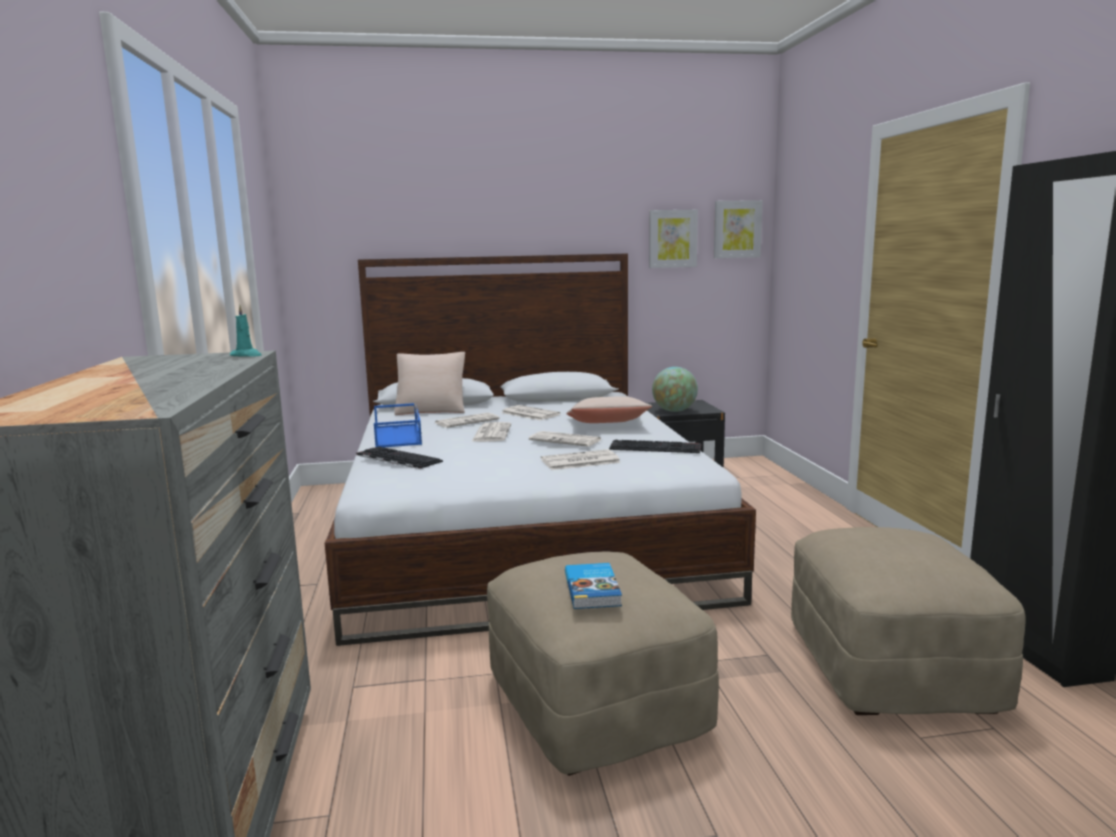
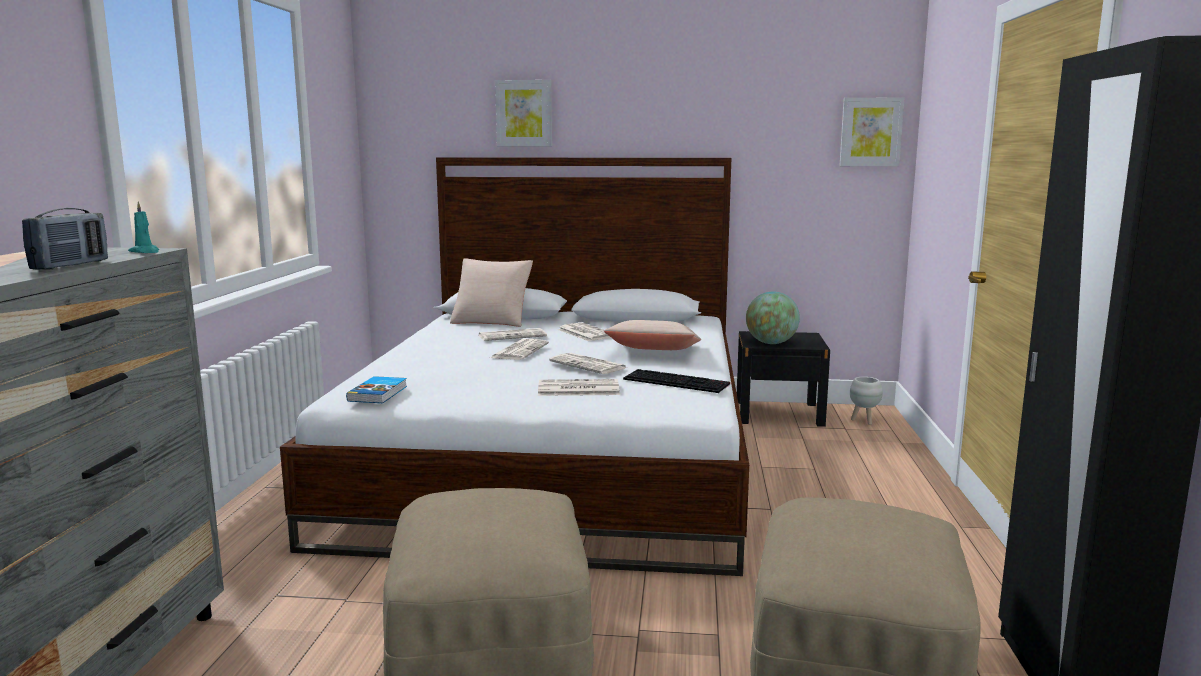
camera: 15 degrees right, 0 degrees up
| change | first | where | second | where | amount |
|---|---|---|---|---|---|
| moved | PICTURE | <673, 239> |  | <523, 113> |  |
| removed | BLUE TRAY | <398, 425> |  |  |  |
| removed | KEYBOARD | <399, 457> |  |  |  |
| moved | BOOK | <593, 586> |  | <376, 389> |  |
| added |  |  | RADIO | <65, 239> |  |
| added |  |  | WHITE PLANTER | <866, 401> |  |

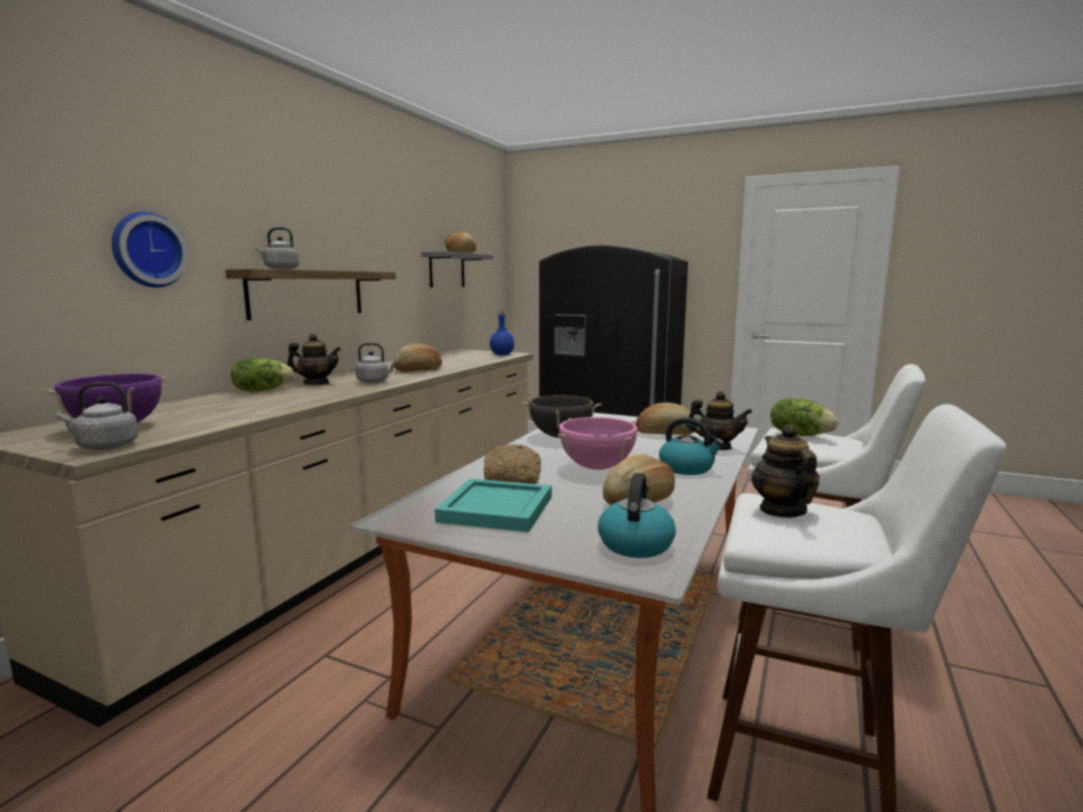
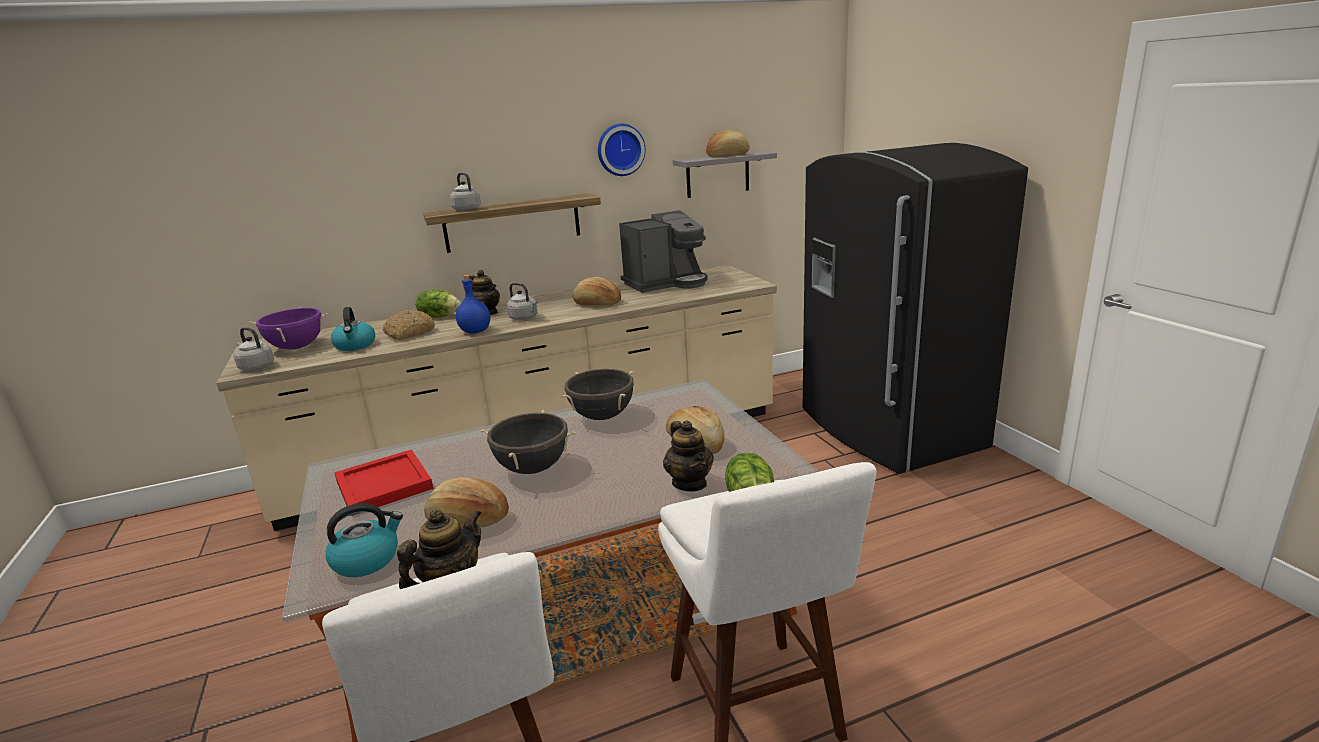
camera: 45 degrees right, 10 degrees up
| change | first | where | second | where | amount |
|---|---|---|---|---|---|
| moved | WALL CLOCK | <150, 249> |  | <622, 150> |  |
| moved | BLUE BOTTLE | <502, 333> |  | <473, 304> |  |
| recoloured | PINK COOKING POT | <598, 443> | BLACK COOKING POT | <528, 442> |  |
| moved | KETTLE | <691, 446> |  | <353, 329> |  |
| moved | BREAD | <512, 464> |  | <409, 325> |  |
| recoloured | TURQUOISE TRAY | <493, 505> | RED TRAY | <383, 482> |  |
| added |  |  | COFFEE MACHINE | <663, 251> |  |

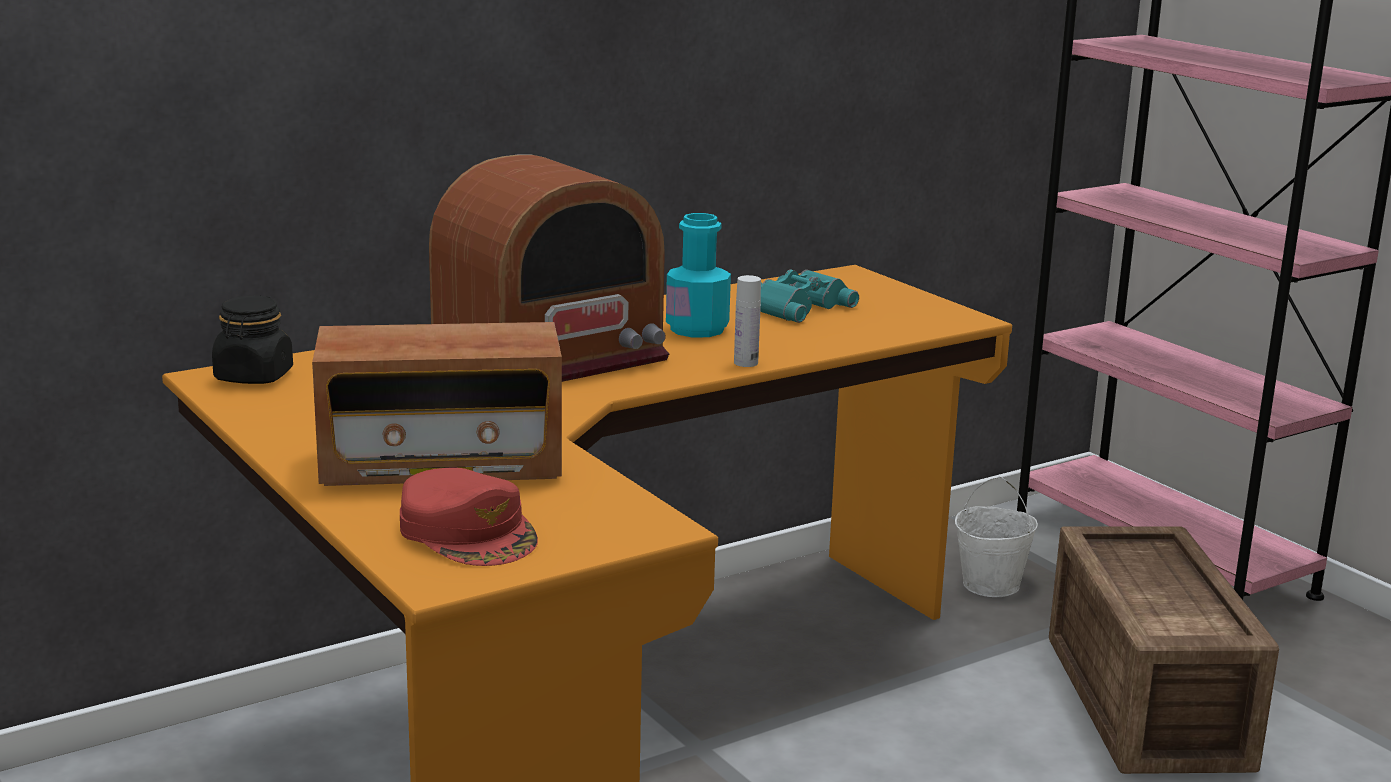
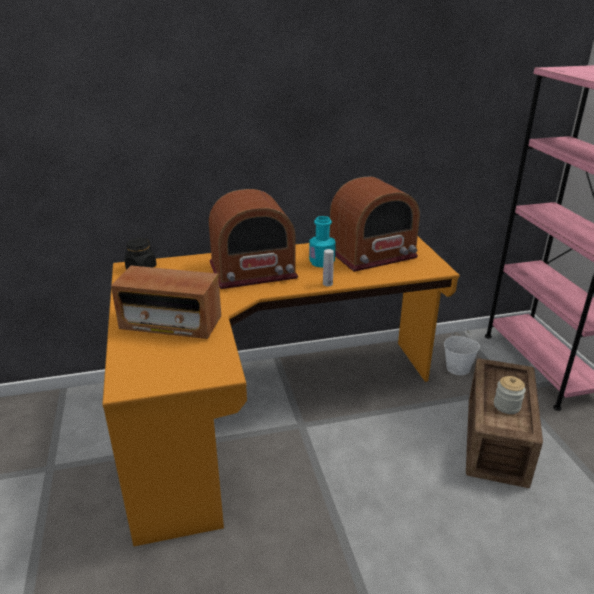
camera: 20 degrees right, 10 degrees up
| change | first | where | second | where | amount |
|---|---|---|---|---|---|
| replaced | TURQUOISE BINOCULARS | <809, 296> | RADIO | <374, 224> |  |
| removed | RED CAP | <469, 516> |  |  |  |
| added |  |  | JAR | <510, 395> |  |

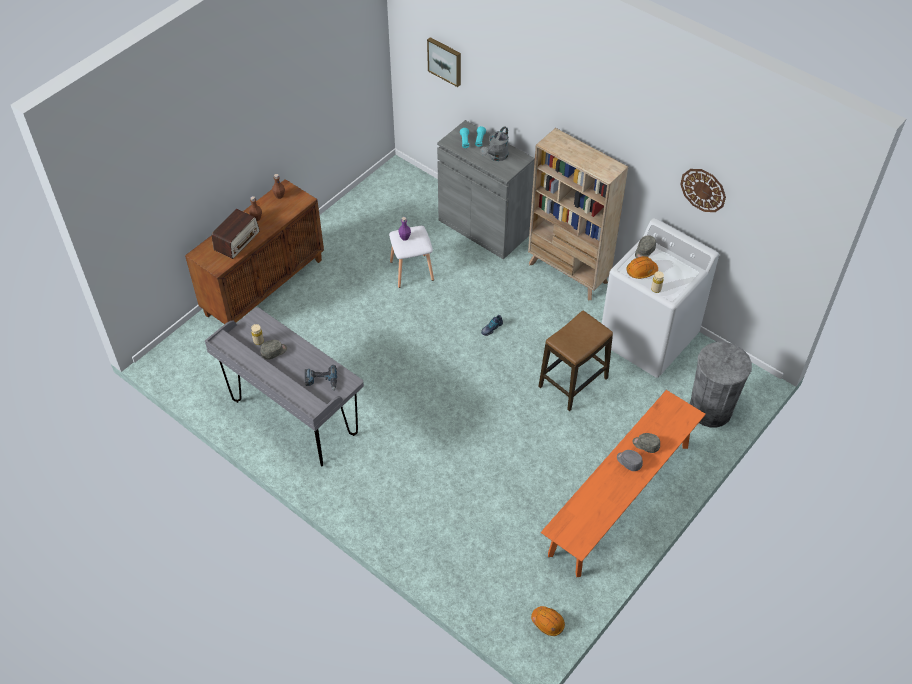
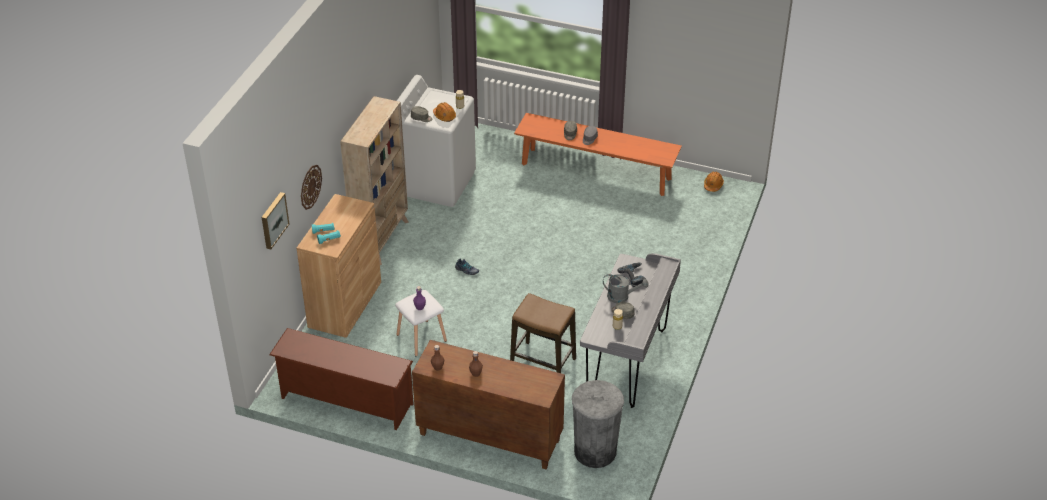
camera: 110 degrees left, 10 degrees down
| change | first | where | second | where | amount |
|---|---|---|---|---|---|
| recoloured | GREY CABINET | <486, 190> | BROWN CABINET | <338, 266> |  |
| moved | GREY WATERING CAN | <494, 143> |  | <625, 288> |  |
| moved | WALL CLOCK | <703, 190> |  | <311, 187> |  |
| removed | RADIO | <236, 234> |  |  |  |
| moved | STOOL | <575, 361> |  | <543, 333> |  |
| moved | GREY TRASH CAN | <721, 384> |  | <598, 424> |  |
| added |  |  | BROWN SHOE RACK | <341, 379> |  |

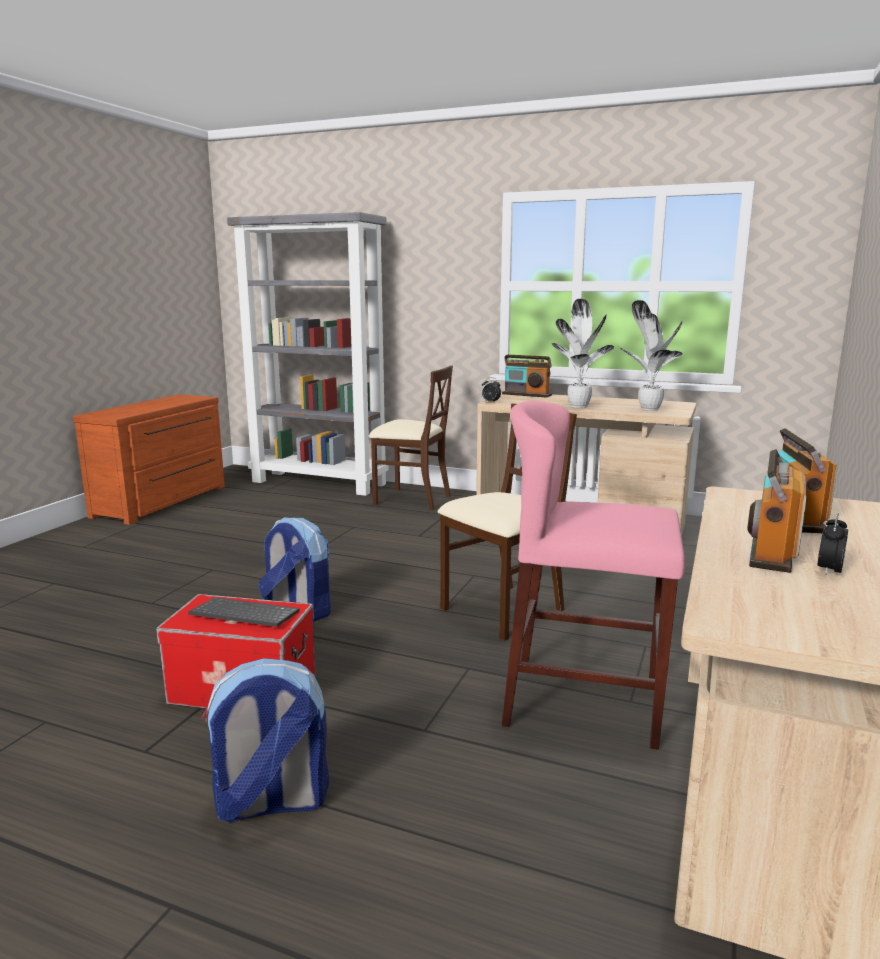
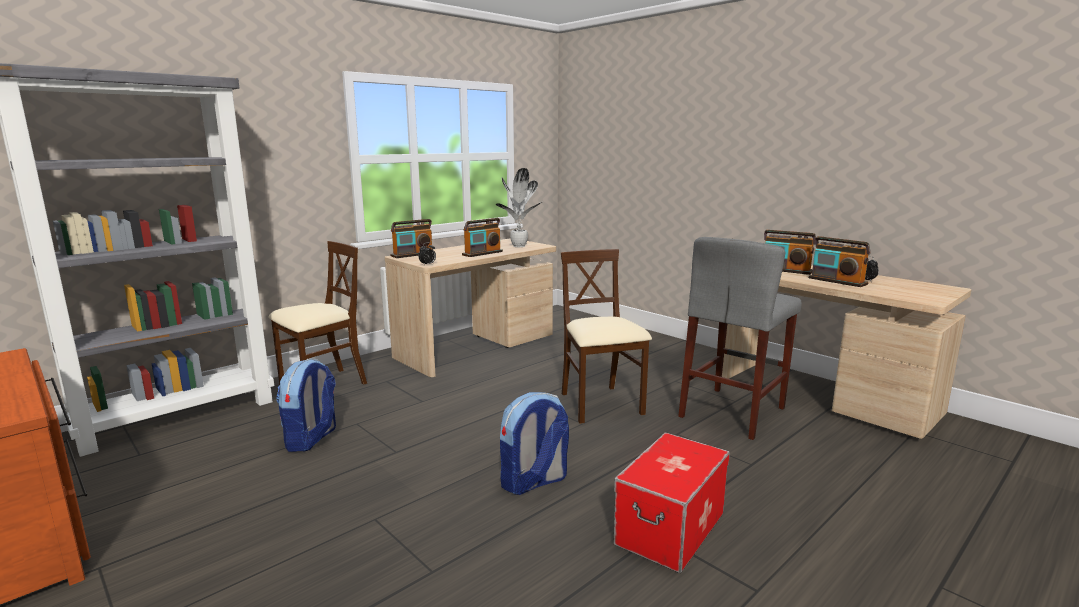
camera: 65 degrees left, 0 degrees up
| change | first | where | second | where | amount |
|---|---|---|---|---|---|
| replaced | POTTED PLANT | <583, 353> | RADIO | <482, 237> |  |
| recoloured | PINK STOOL | <593, 575> | GREY STOOL | <740, 338> |  |
| removed | KEYBOARD | <244, 612> |  |  |  |
| moved | BACKPACK | <265, 740> |  | <306, 405> |  |

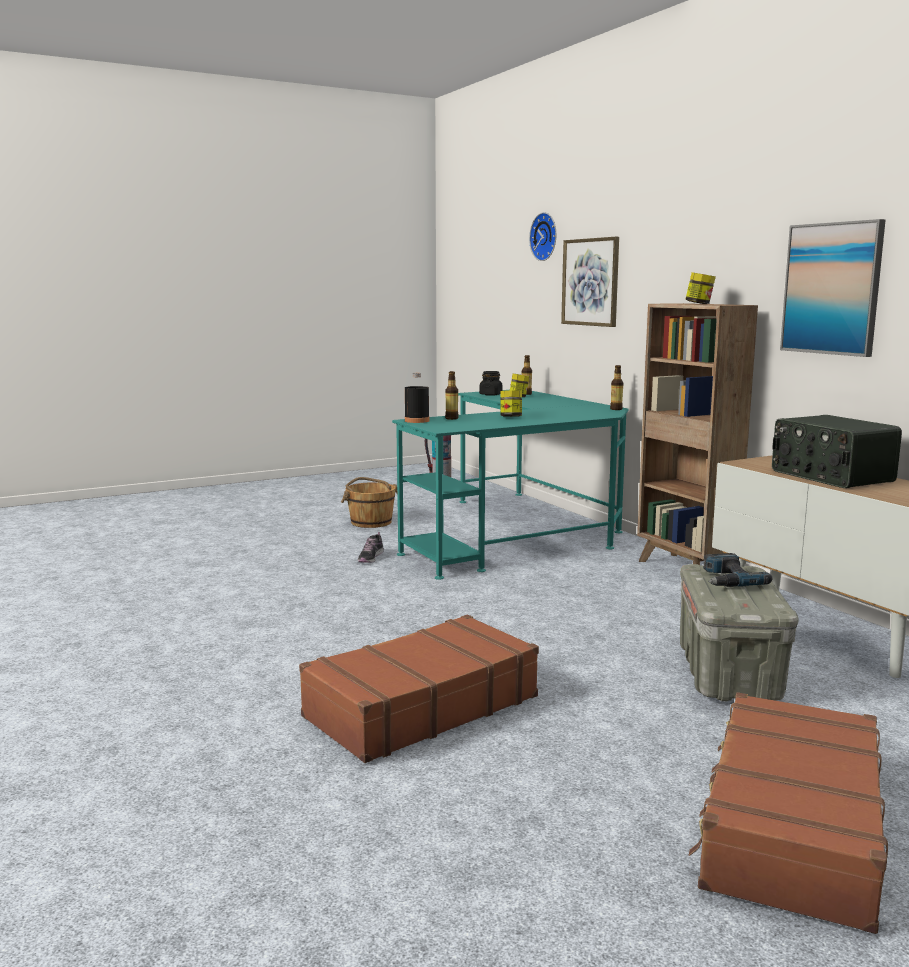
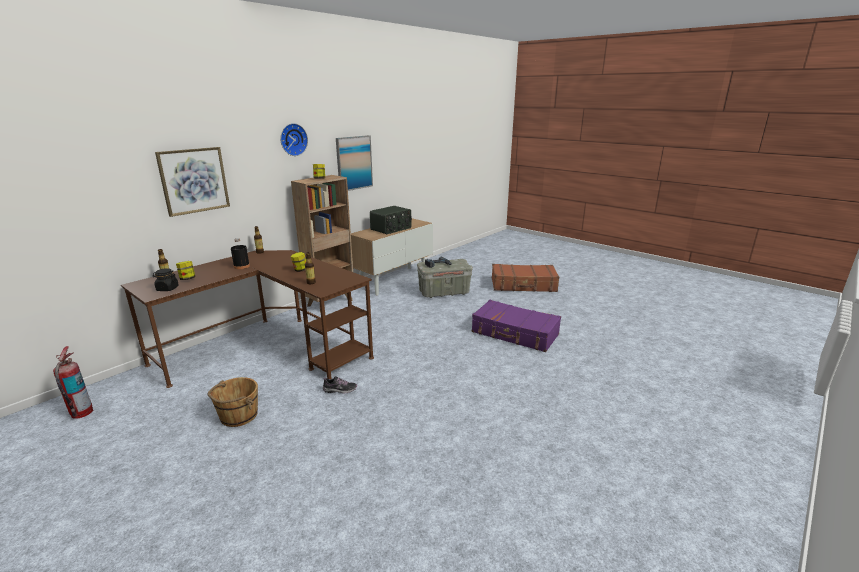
camera: 110 degrees left, 10 degrees up
| change | first | where | second | where | amount |
|---|---|---|---|---|---|
| moved | WALL CLOCK | <542, 236> |  | <294, 139> |  |
| moved | BLACK BOTTLE | <417, 398> |  | <240, 253> |  |
| recoloured | TURQUOISE DESK | <510, 485> | BROWN DESK | <247, 319> |  |
| recoloured | BROWN SUITCASE | <419, 689> | PURPLE SUITCASE | <516, 326> |  |

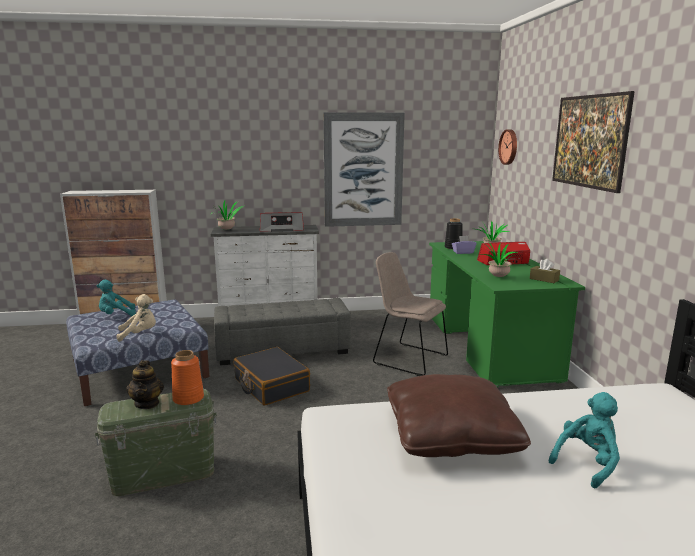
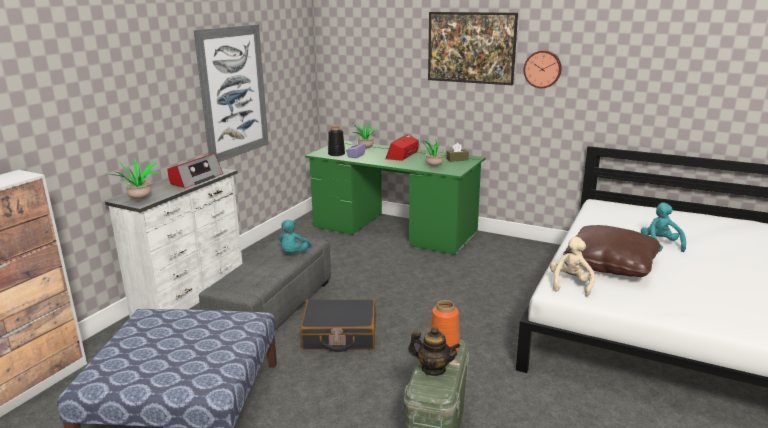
camera: 55 degrees left, 5 degrees up
| change | first | where | second | where | amount |
|---|---|---|---|---|---|
| moved | WALL CLOCK | <507, 147> |  | <543, 69> |  |
| removed | BEIGE CHAIR | <410, 314> |  |  |  |
| moved | TURQUOISE PLUSH TOY | <116, 298> |  | <295, 236> |  |
| moved | BEIGE PLUSH TOY | <136, 318> |  | <572, 267> |  |

